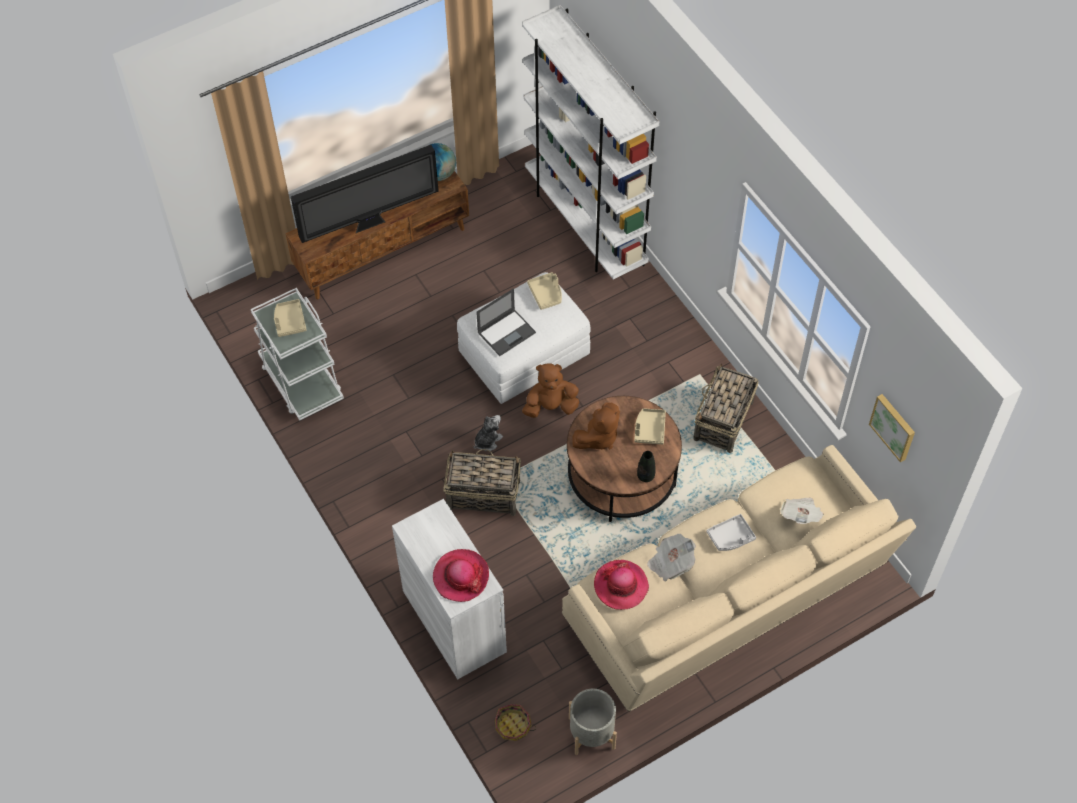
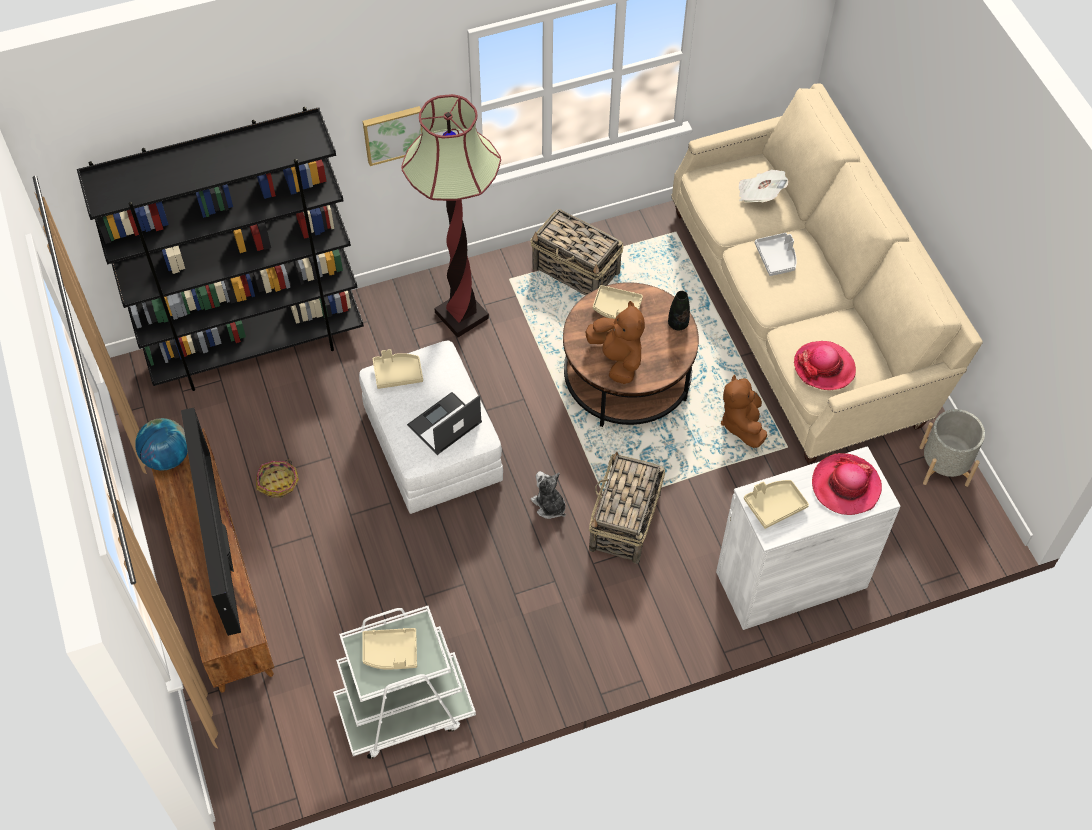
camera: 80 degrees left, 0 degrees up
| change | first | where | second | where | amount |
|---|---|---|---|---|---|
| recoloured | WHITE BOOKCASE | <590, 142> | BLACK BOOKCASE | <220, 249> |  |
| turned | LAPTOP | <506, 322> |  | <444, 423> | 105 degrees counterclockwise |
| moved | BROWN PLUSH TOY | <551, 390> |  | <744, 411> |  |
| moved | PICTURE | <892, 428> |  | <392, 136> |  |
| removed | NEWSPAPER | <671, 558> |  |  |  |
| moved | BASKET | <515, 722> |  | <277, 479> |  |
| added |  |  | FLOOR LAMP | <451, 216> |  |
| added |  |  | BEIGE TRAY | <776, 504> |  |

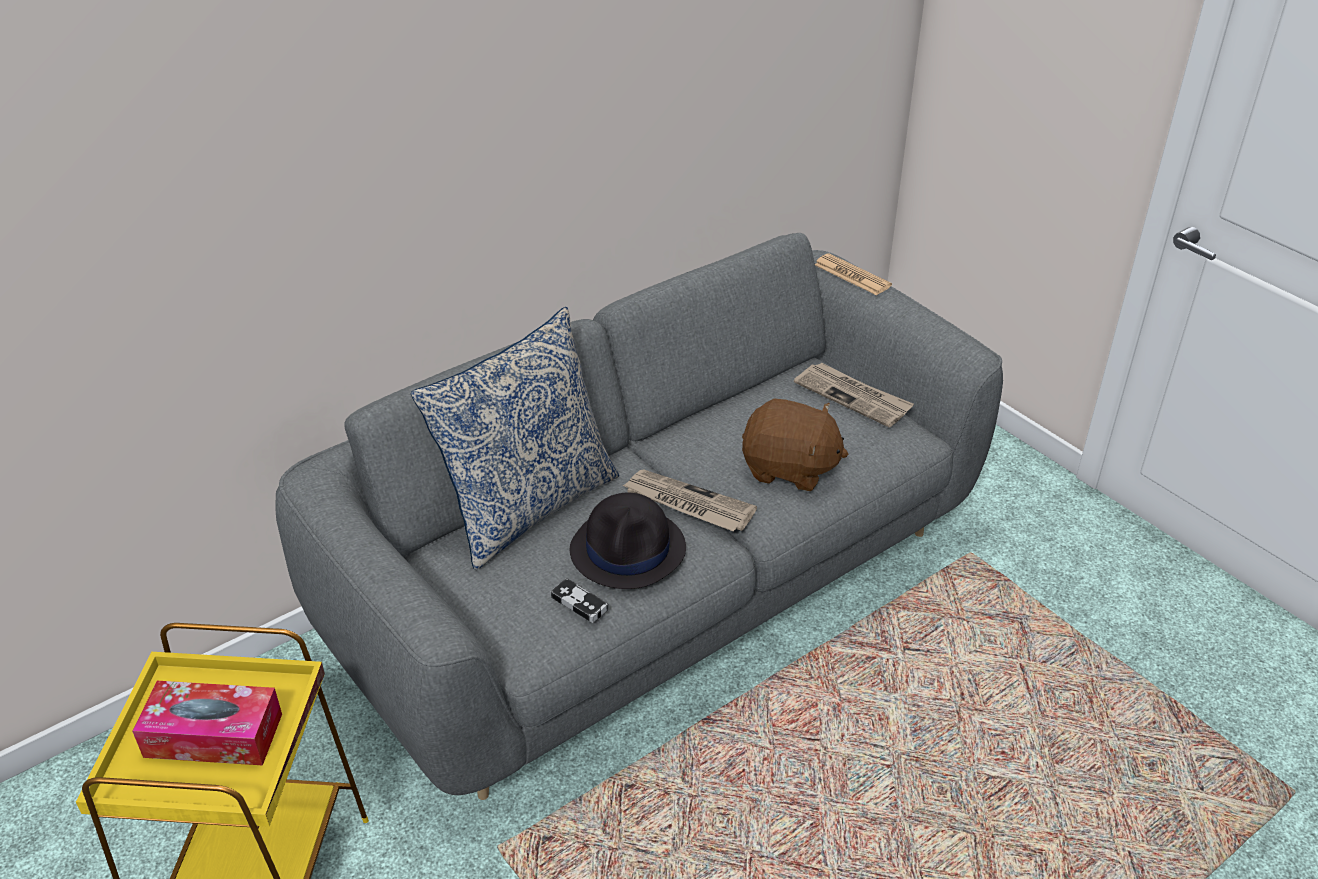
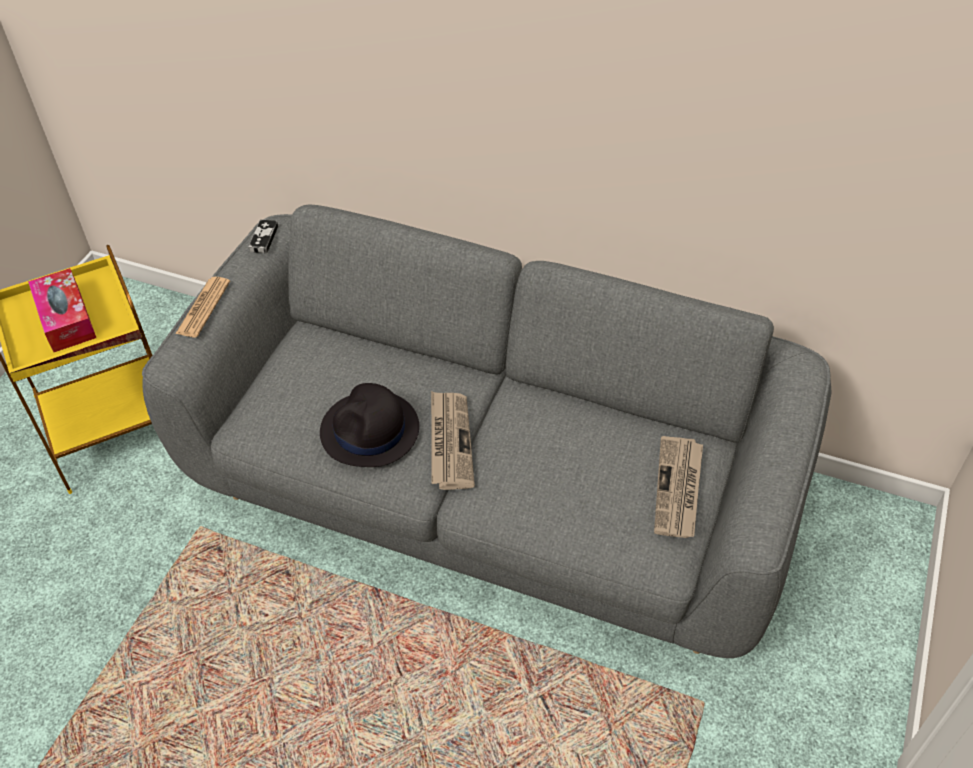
camera: 60 degrees right, 10 degrees up
| change | first | where | second | where | amount |
|---|---|---|---|---|---|
| moved | NEWSPAPER | <853, 274> |  | <202, 307> |  |
| removed | PILLOW | <515, 438> |  |  |  |
| removed | BROWN PLUSH TOY | <795, 445> |  |  |  |
| moved | GAME CONTROLLER | <580, 600> |  | <263, 236> |  |

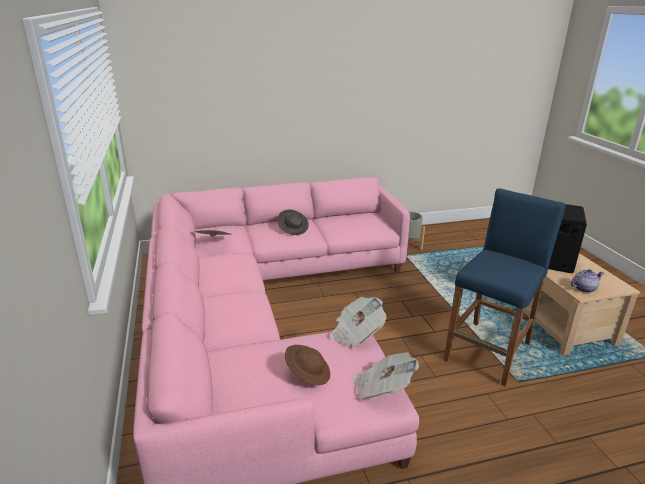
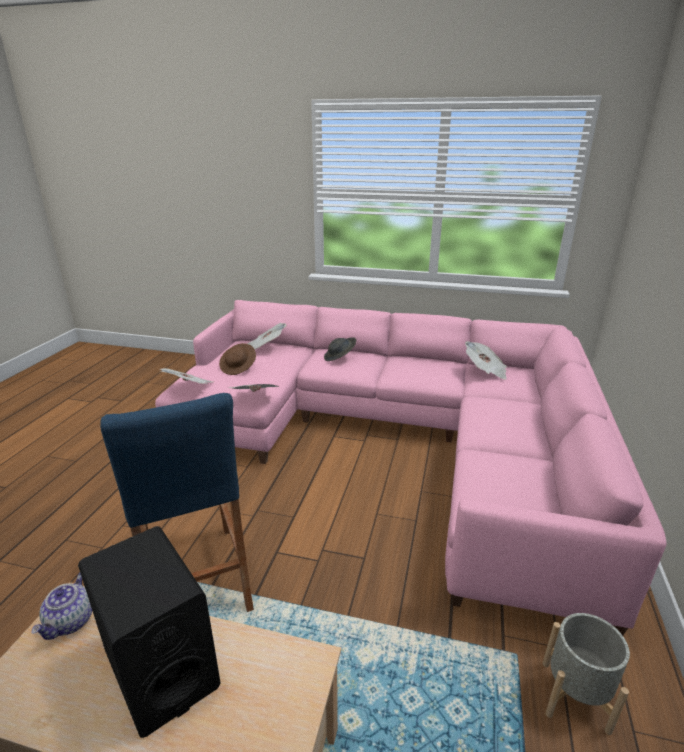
camera: 120 degrees right, 0 degrees up
| change | first | where | second | where | amount |
|---|---|---|---|---|---|
| moved | GREY HAT | <293, 222> |  | <340, 349> |  |
| added |  |  | NEWSPAPER | <266, 336> |  |

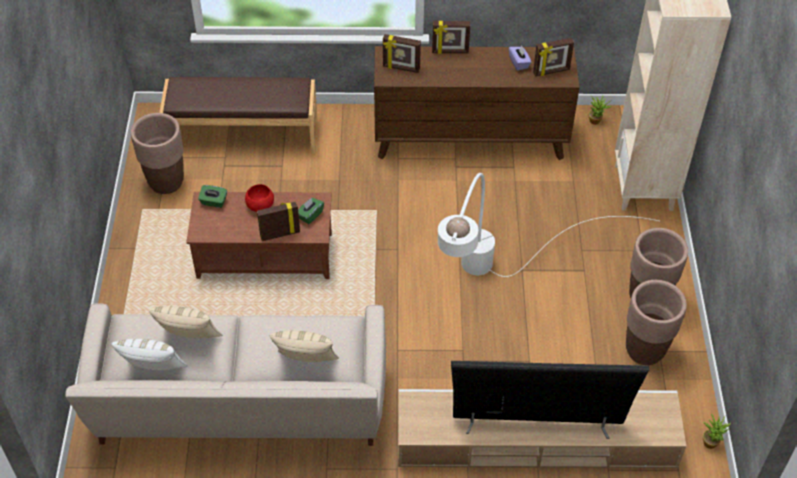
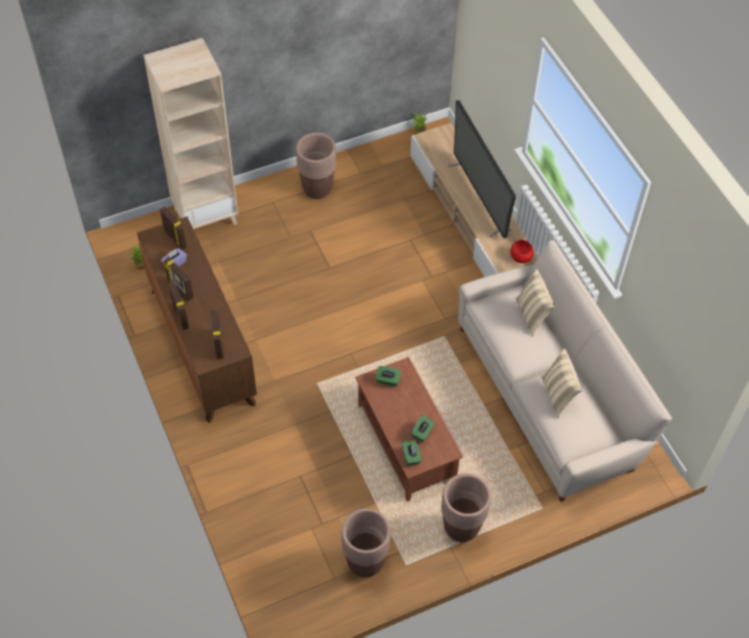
camera: 115 degrees left, 5 degrees up
| change | first | where | second | where | amount |
|---|---|---|---|---|---|
| removed | BROWN BENCH | <238, 115> |  |  |  |
| removed | WHITE FLOOR LAMP | <548, 225> |  |  |  |
| moved | RED BOWL | <259, 198> |  | <522, 251> |  |
| moved | PICTURE FRAME | <278, 221> |  | <178, 279> |  |
| moved | BROWN PLANTER | <656, 322> |  | <466, 507> |  |
| removed | WHITE PILLOW | <149, 354> |  |  |  |
| added |  |  | GREEN TISSUE BOX | <422, 428> |  |

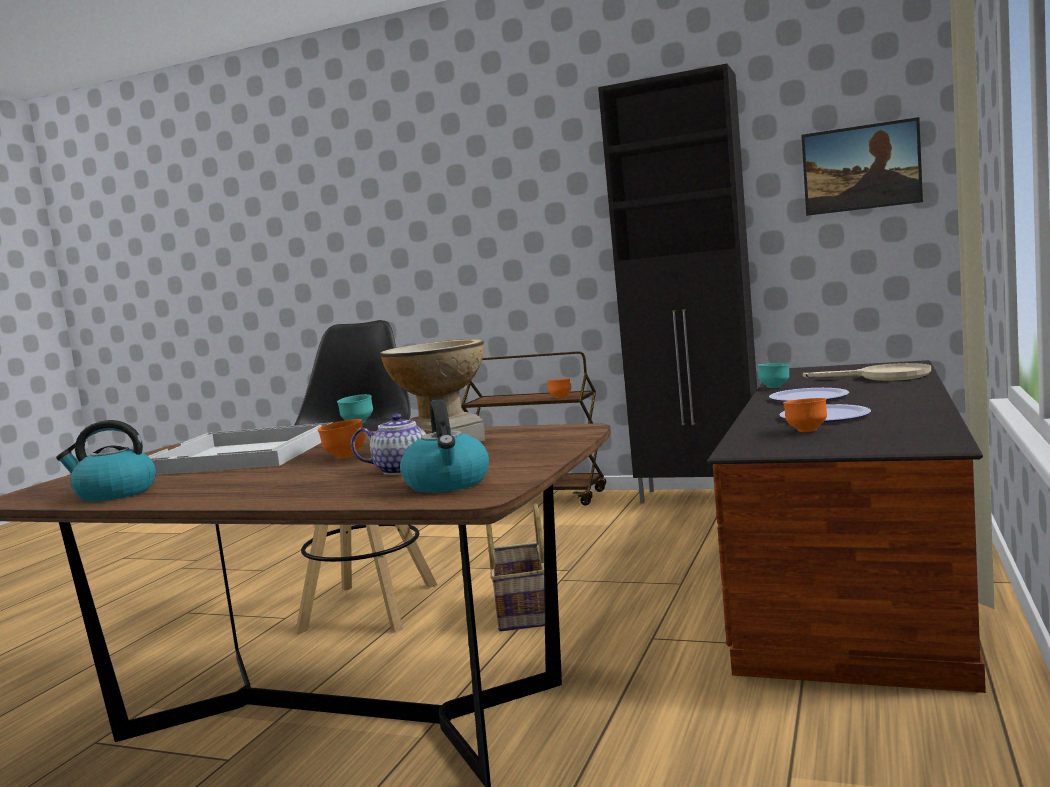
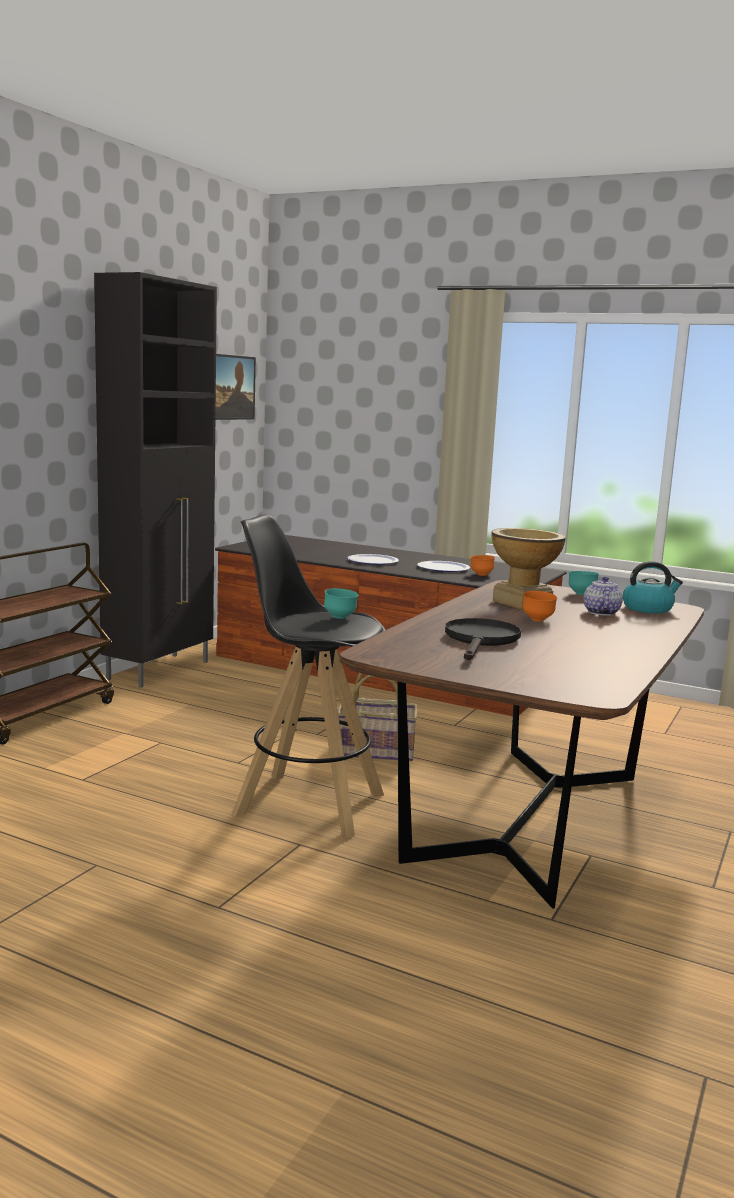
camera: 85 degrees left, 5 degrees up
| change | first | where | second | where | amount |
|---|---|---|---|---|---|
| moved | TURQUOISE BOWL | <774, 375> |  | <584, 583> |  |
| removed | BEIGE FRYING PAN | <867, 372> |  |  |  |
| removed | ORANGE BOWL | <559, 388> |  |  |  |
| removed | KETTLE | <106, 461> |  |  |  |
| replaced | WHITE TRAY | <240, 448> | BLACK FRYING PAN | <483, 639> |  |

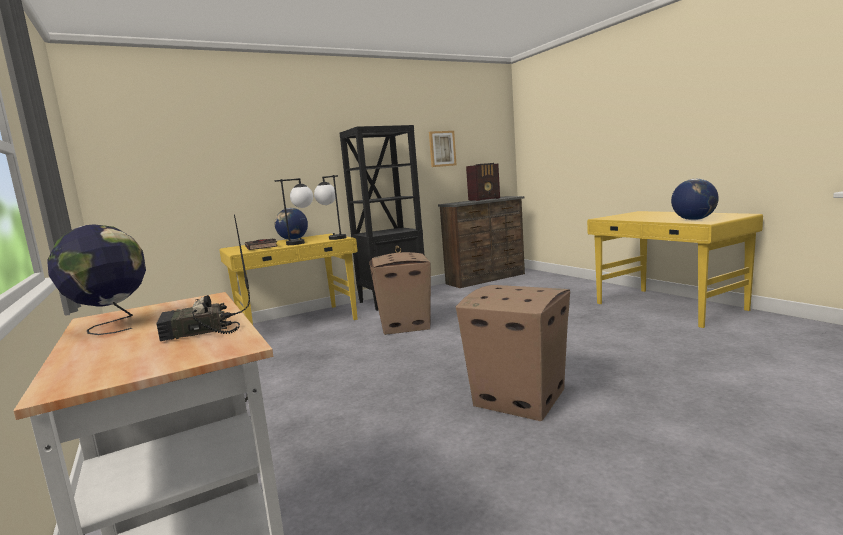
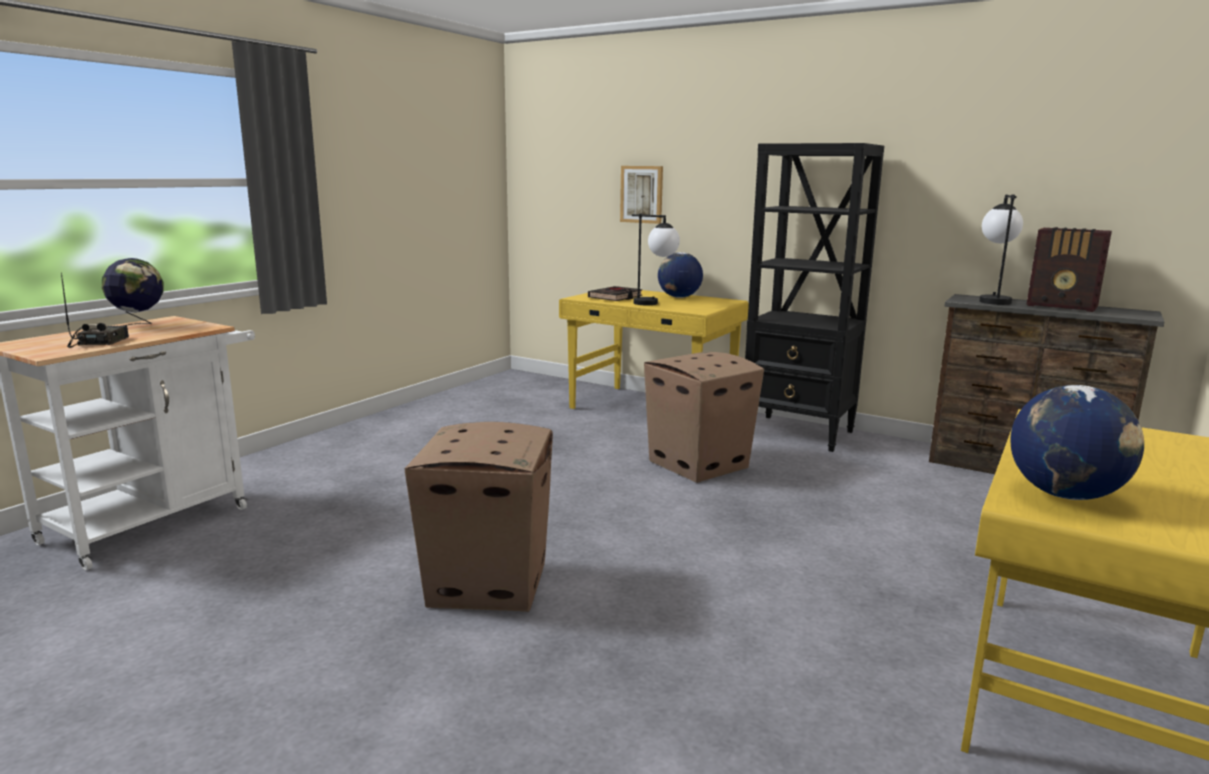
camera: 60 degrees right, 5 degrees up
| change | first | where | second | where | amount |
|---|---|---|---|---|---|
| moved | PICTURE | <442, 149> |  | <641, 195> |  |
| moved | TABLE LAMP | <330, 207> |  | <1001, 250> |  |
| turned | RADIO | <203, 278> |  | <95, 310> | 45 degrees clockwise |

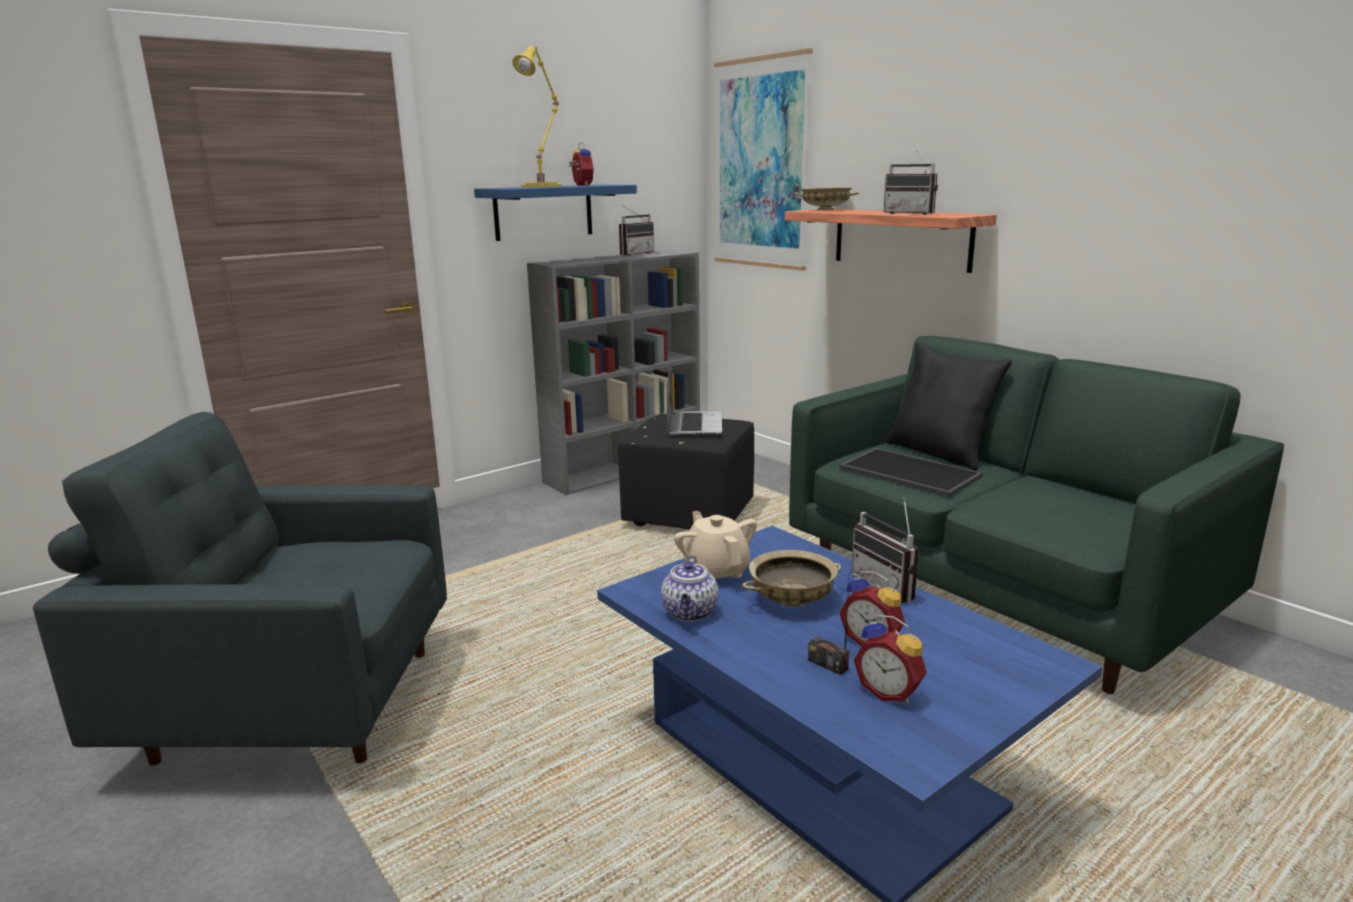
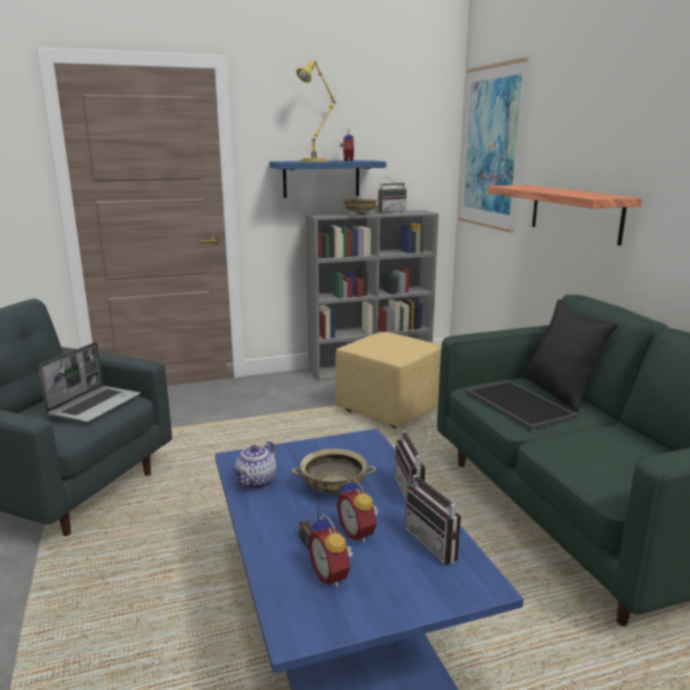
camera: 20 degrees right, 0 degrees up
| change | first | where | second | where | amount |
|---|---|---|---|---|---|
| moved | RADIO | <911, 184> |  | <433, 514> |  |
| moved | BEIGE BOWL | <826, 198> |  | <361, 206> |  |
| moved | LAPTOP | <694, 400> |  | <89, 382> |  |
| recoloured | BLACK OTTOMAN | <686, 472> | YELLOW OTTOMAN | <388, 380> |  |
| removed | BEIGE TEAPOT | <715, 545> |  |  |  |

